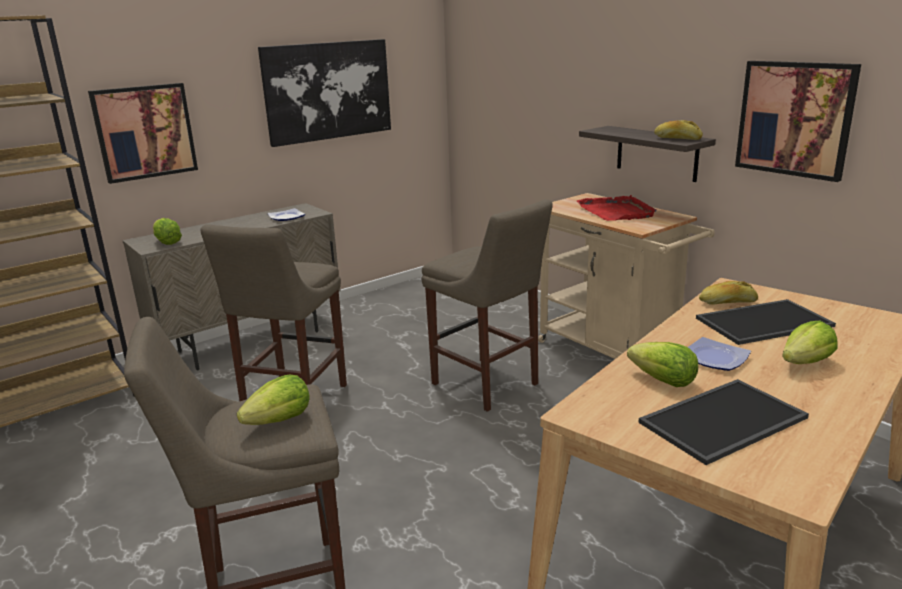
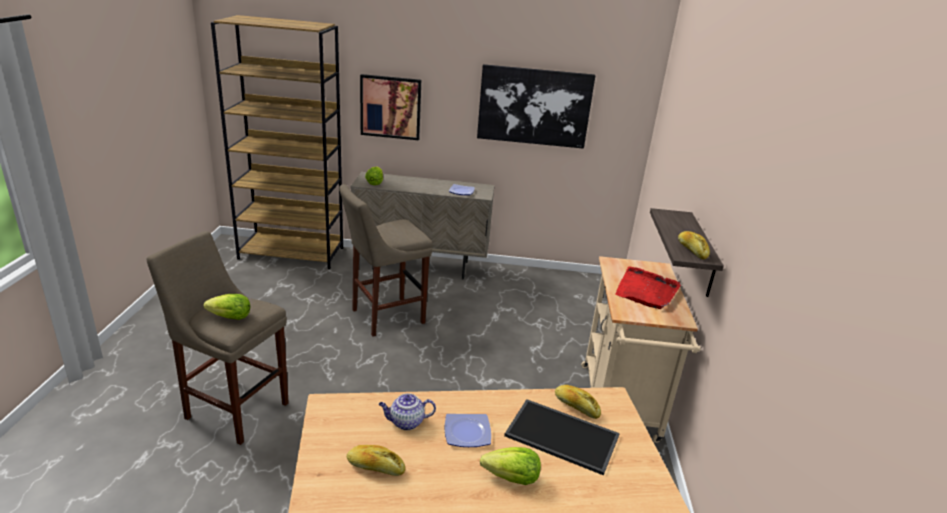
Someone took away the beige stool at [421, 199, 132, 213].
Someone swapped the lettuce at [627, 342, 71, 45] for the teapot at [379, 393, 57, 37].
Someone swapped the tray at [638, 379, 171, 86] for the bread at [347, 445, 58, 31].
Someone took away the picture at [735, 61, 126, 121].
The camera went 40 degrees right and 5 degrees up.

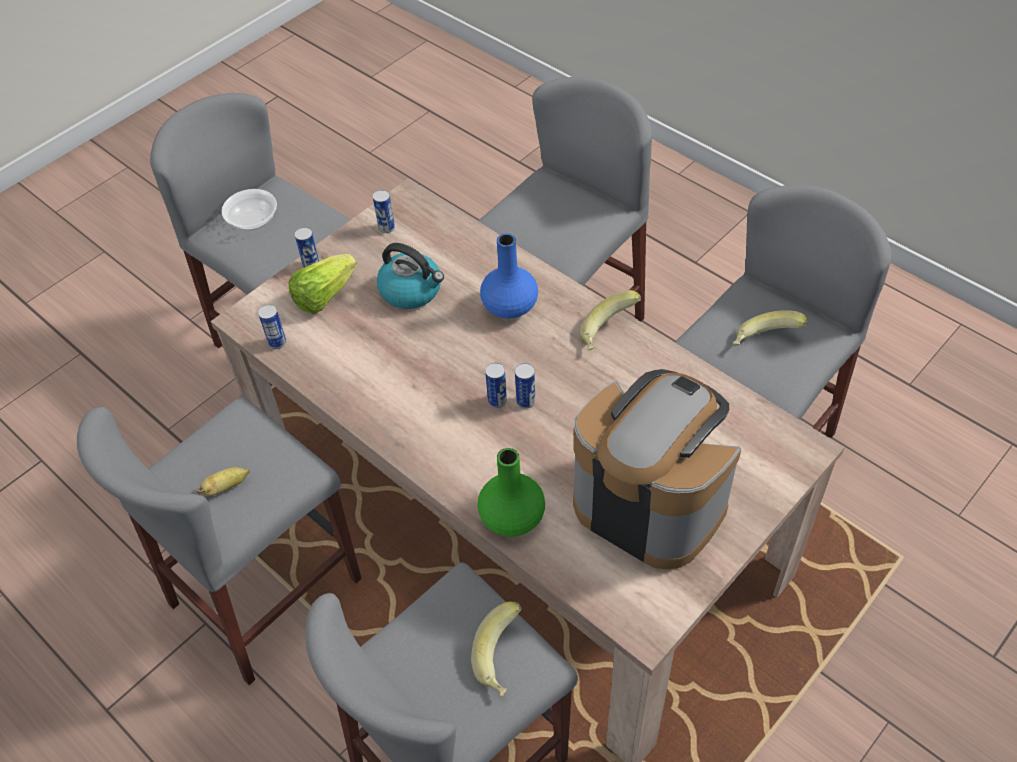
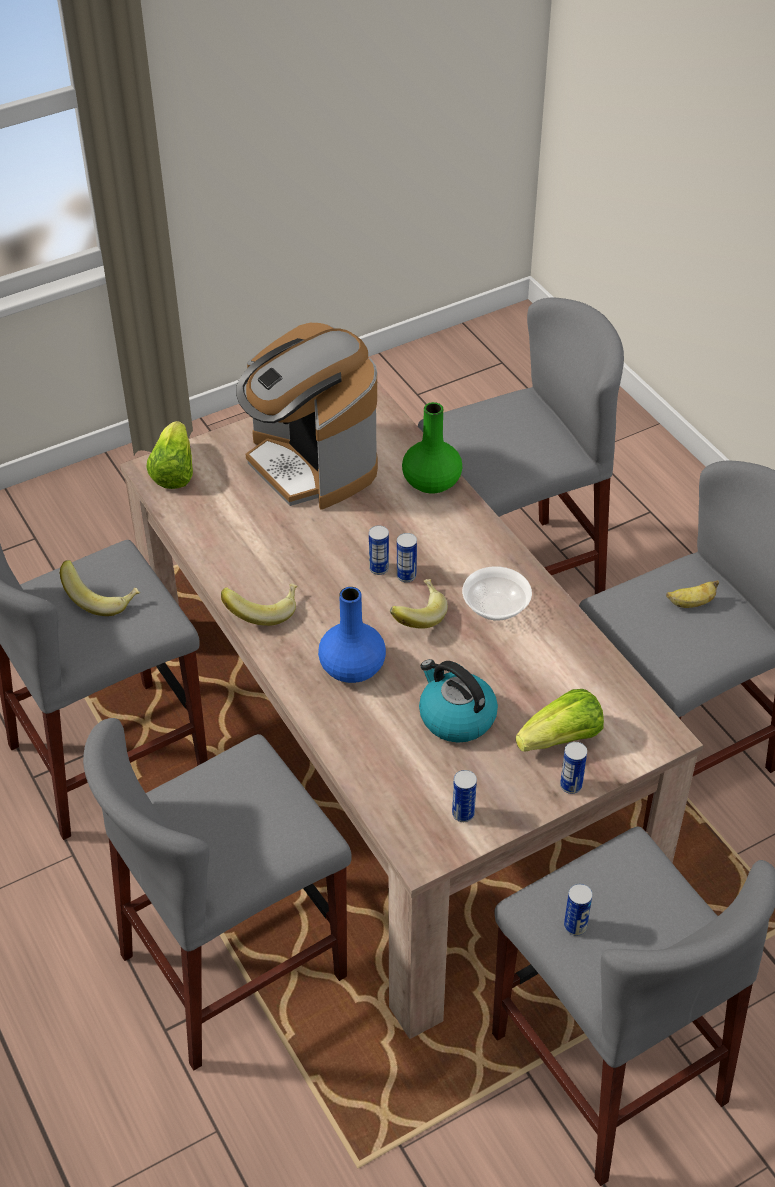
Someone carried the bowl from [222, 189, 55, 41] to [462, 566, 70, 55].
Someone carried the can from [258, 305, 28, 44] to [564, 884, 28, 52].
Someone carried the banana from [471, 601, 51, 96] to [390, 579, 58, 50].
Someone put down the lettuce at [146, 421, 47, 68].
The camera went 165 degrees left and 5 degrees down.

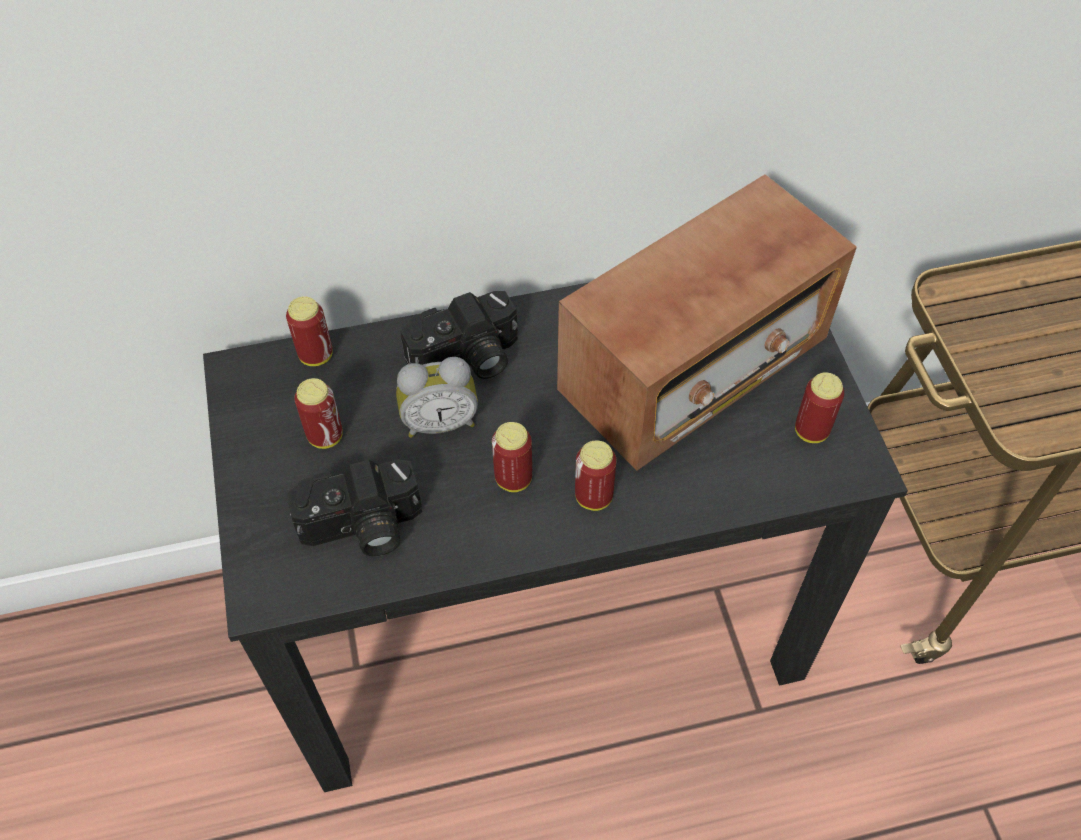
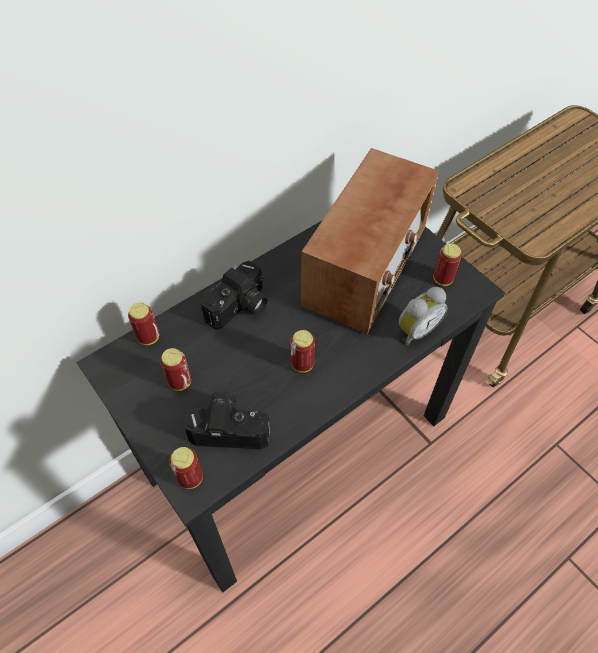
Someone rotated the photo camera at [286, 459, 136, 97] by 135 degrees counterclockwise.
Someone carried the alarm clock from [396, 357, 82, 81] to [399, 287, 48, 58].
Someone carried the can from [575, 441, 42, 70] to [169, 447, 34, 42].
The camera went 25 degrees left and 0 degrees up.

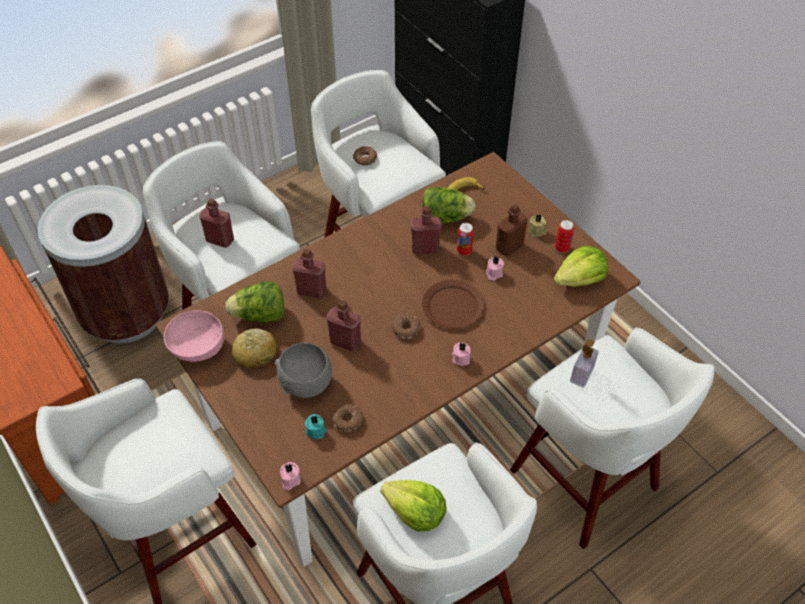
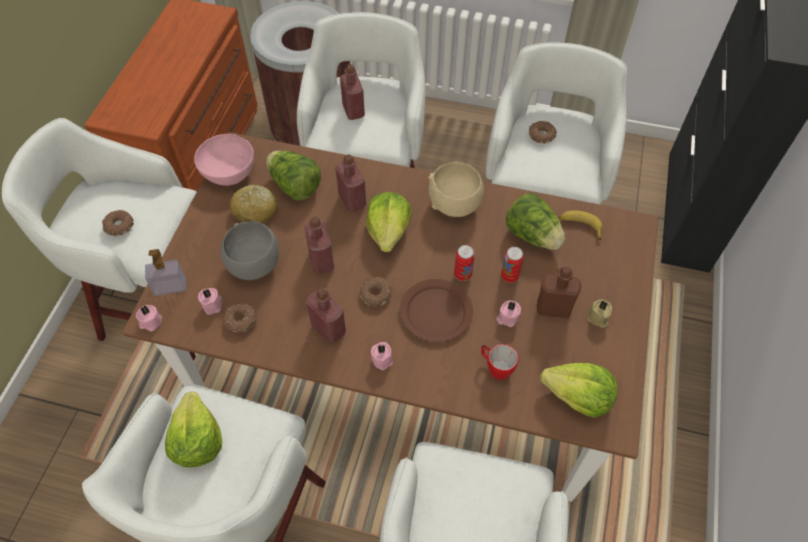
Someone repainted the turquoise candle at [305, 414, 21, 25], which became the pink candle at [198, 288, 24, 27].
Someone carried the red bottle from [410, 206, 32, 48] to [306, 288, 40, 56].
Someone carried the can from [555, 220, 19, 33] to [454, 245, 21, 36].
Someone carried the soap dispenser from [570, 340, 29, 48] to [145, 249, 41, 47].
Someone put down the donut at [102, 210, 32, 27].
Someone put down the lettuce at [366, 192, 45, 60].
Someone put down the beige bowl at [428, 162, 56, 55].
Someone put down the mug at [481, 344, 38, 36].
The camera went 50 degrees right and 5 degrees up.

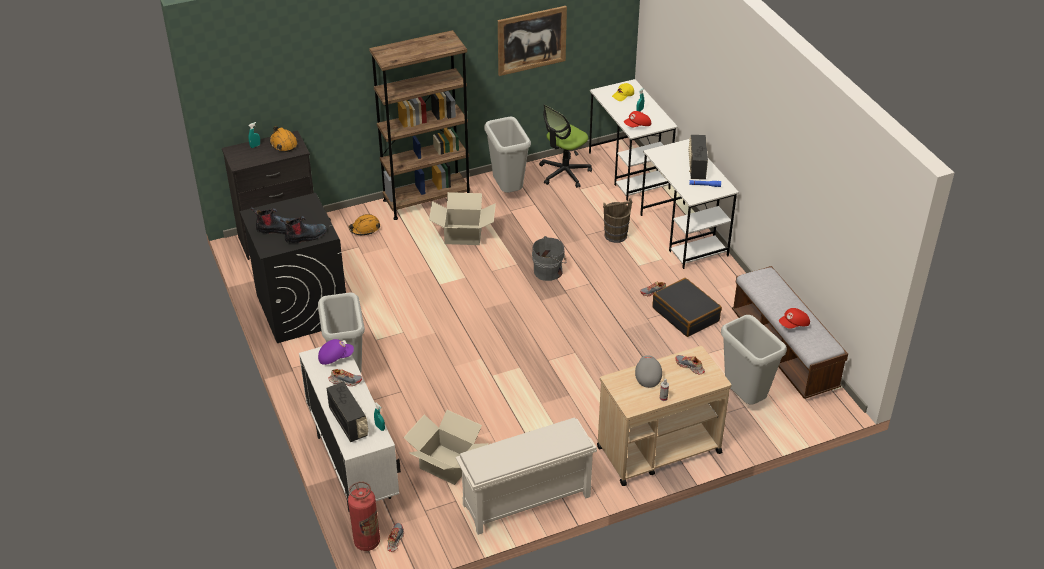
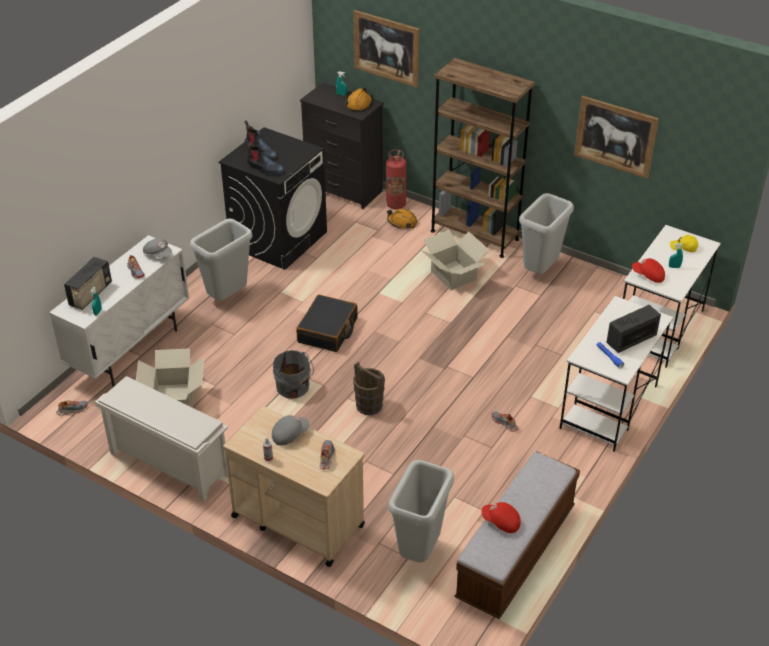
Someone repainted the purple cap at [318, 339, 36, 26], which became the grey cap at [143, 238, 29, 20].
Someone carried the fire extinguisher from [348, 482, 32, 69] to [386, 149, 20, 60].
Someone carried the grey bucket from [532, 236, 34, 45] to [273, 350, 41, 49].
Someone took away the office chair at [539, 104, 53, 84].
Someone carried the brown bucket from [603, 198, 29, 45] to [353, 362, 32, 53].
Someone carried the black suitcase from [652, 278, 70, 59] to [296, 295, 62, 57].
Someone put up the picture at [353, 10, 67, 78].
The camera went 55 degrees right and 0 degrees up.

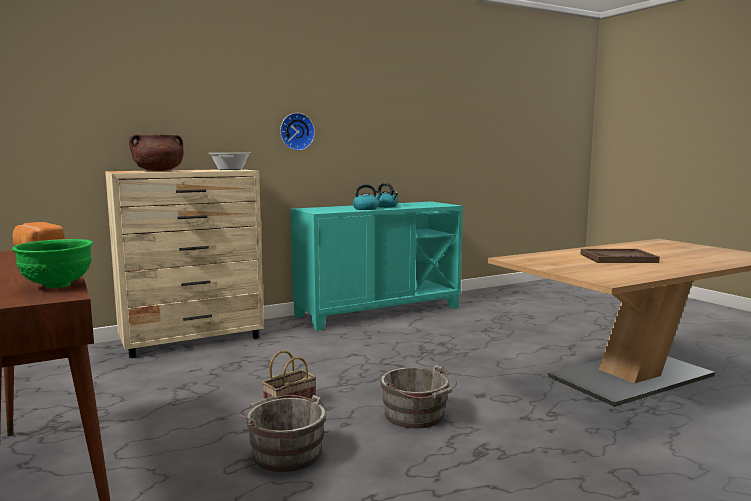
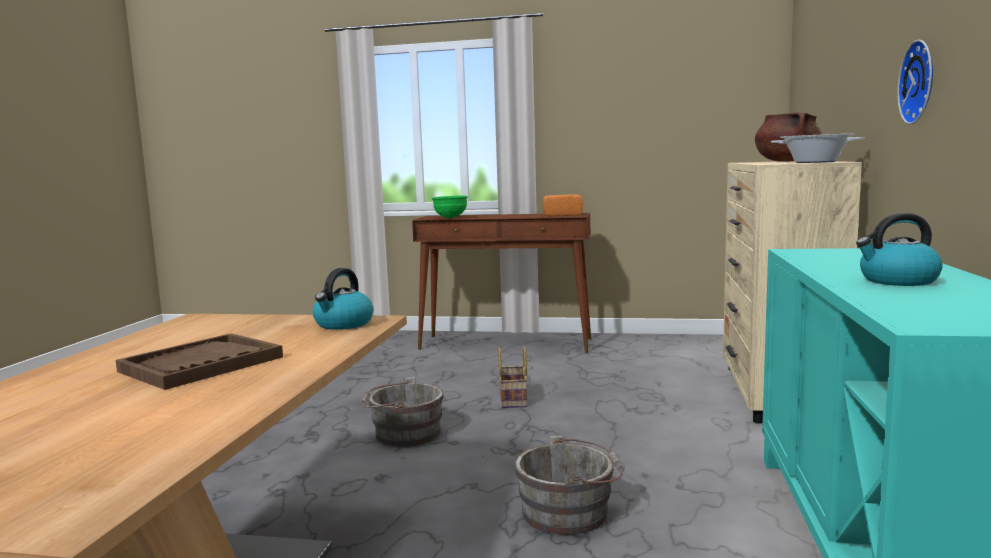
Someone carried the grey bucket from [239, 395, 87, 77] to [515, 435, 110, 100].
Someone carried the kettle from [353, 184, 29, 26] to [313, 268, 60, 62].
The camera went 130 degrees right and 0 degrees up.

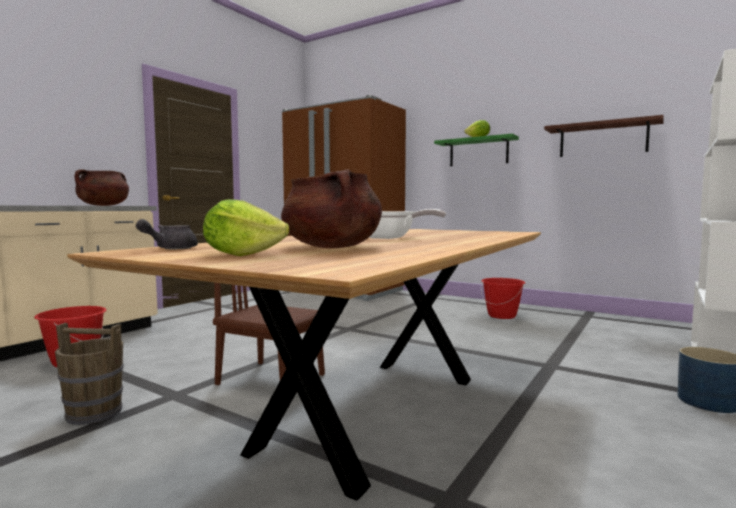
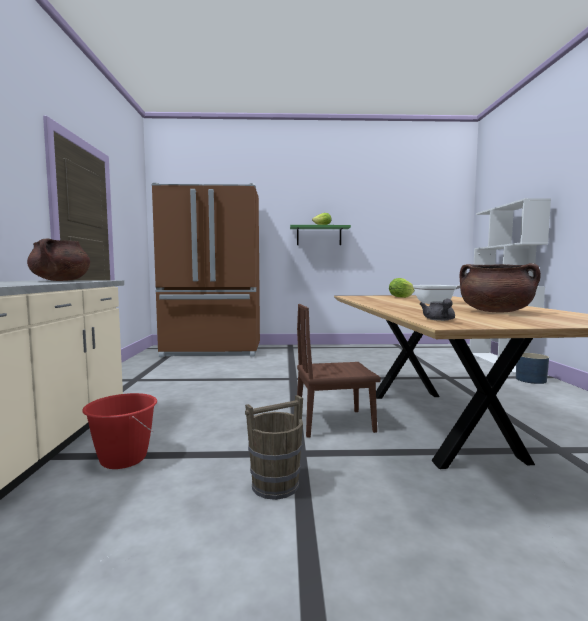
Someone carried the lettuce from [203, 199, 86, 57] to [389, 278, 26, 20].
Someone took away the red bucket at [481, 278, 44, 41].
Someone took away the shelf at [544, 115, 120, 42].
The camera went 35 degrees left and 0 degrees up.

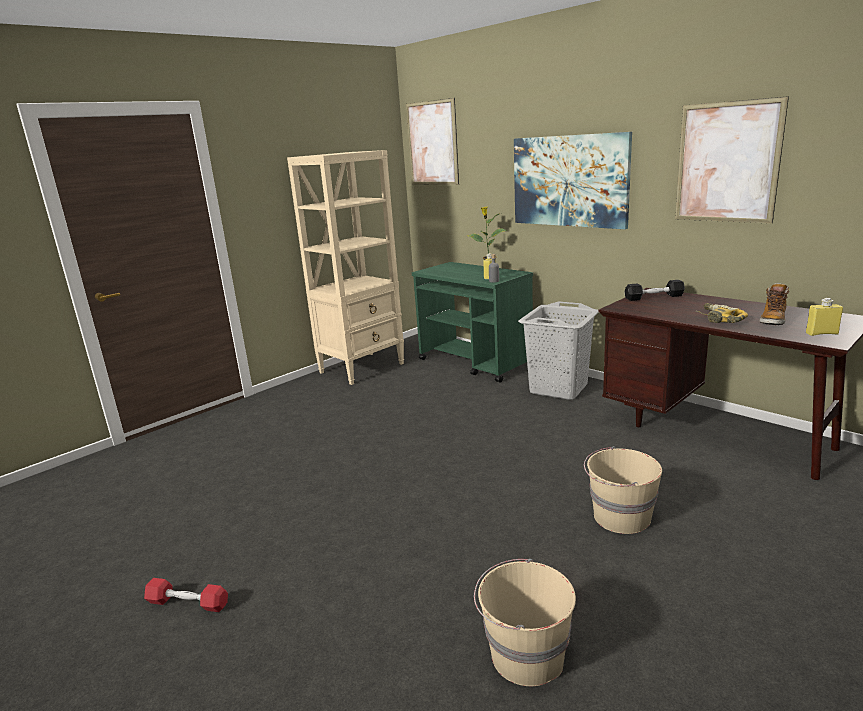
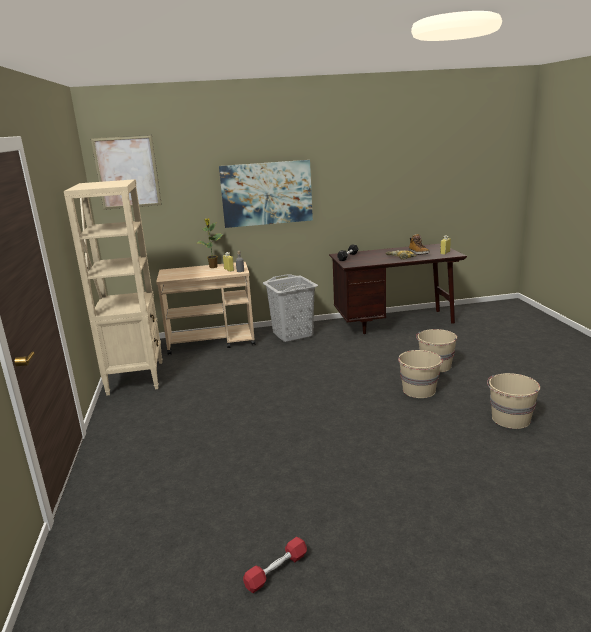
Someone carried the red dumbbell from [144, 578, 84, 34] to [243, 537, 64, 56].
Someone repainted the green cart at [412, 262, 121, 121], which became the beige cart at [156, 262, 99, 93].
Someone took away the picture at [675, 96, 114, 128].
Someone put down the beige bucket at [398, 350, 45, 48].
The camera went 55 degrees left and 0 degrees up.

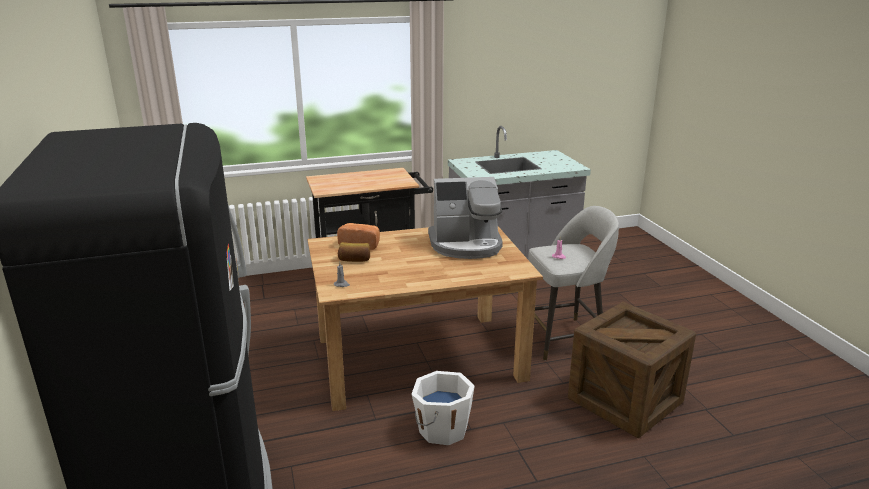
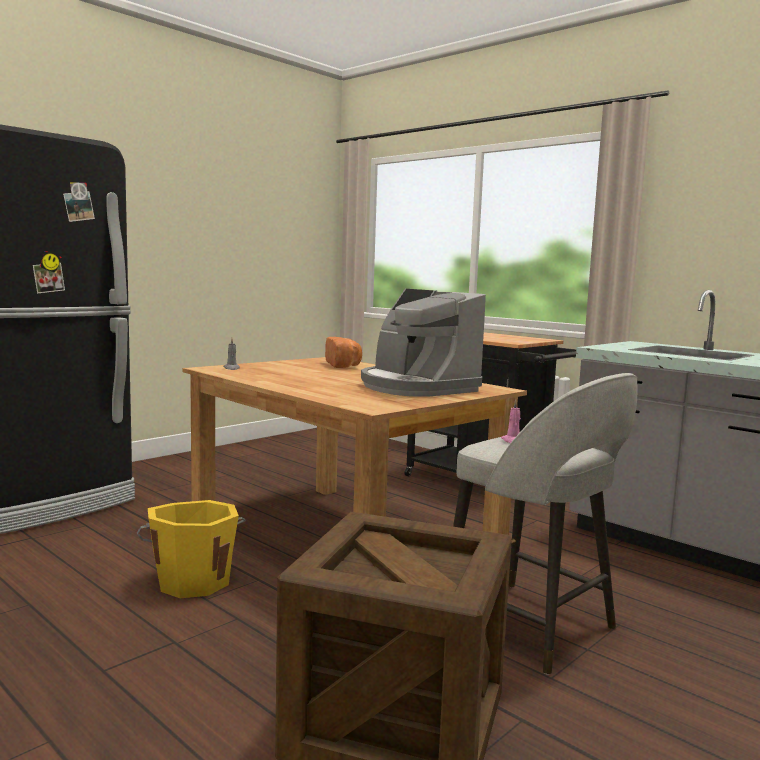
Someone took away the bread at [338, 242, 32, 20].
Someone repainted the white bucket at [411, 371, 64, 74], which became the yellow bucket at [137, 500, 109, 98].
The camera went 60 degrees right and 15 degrees down.

